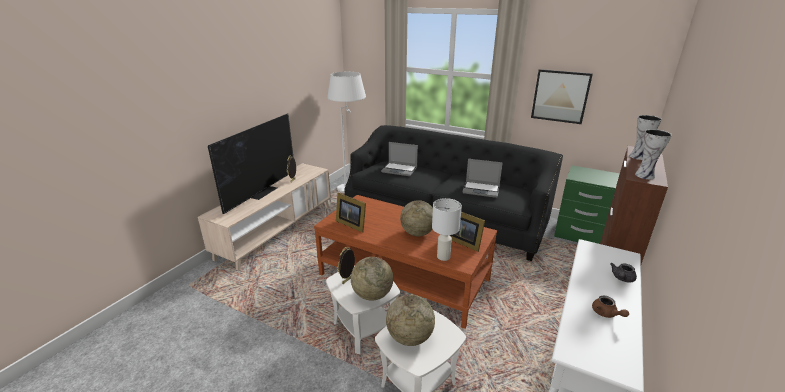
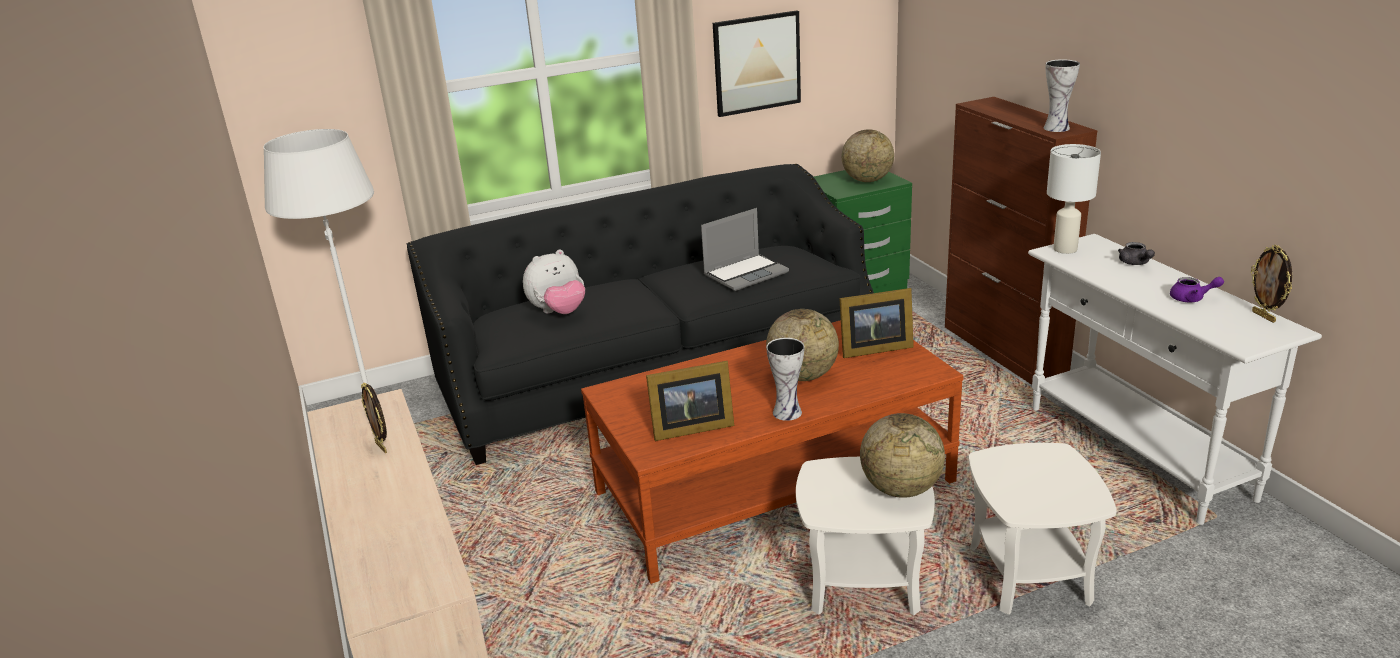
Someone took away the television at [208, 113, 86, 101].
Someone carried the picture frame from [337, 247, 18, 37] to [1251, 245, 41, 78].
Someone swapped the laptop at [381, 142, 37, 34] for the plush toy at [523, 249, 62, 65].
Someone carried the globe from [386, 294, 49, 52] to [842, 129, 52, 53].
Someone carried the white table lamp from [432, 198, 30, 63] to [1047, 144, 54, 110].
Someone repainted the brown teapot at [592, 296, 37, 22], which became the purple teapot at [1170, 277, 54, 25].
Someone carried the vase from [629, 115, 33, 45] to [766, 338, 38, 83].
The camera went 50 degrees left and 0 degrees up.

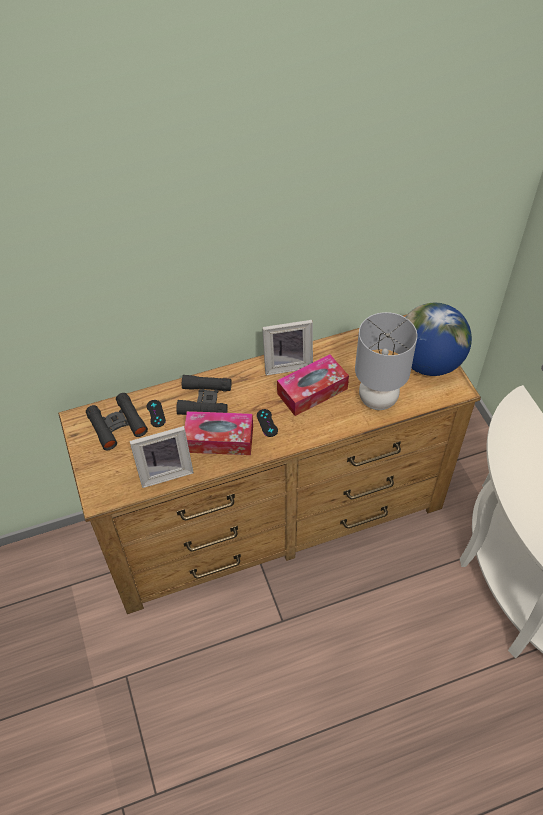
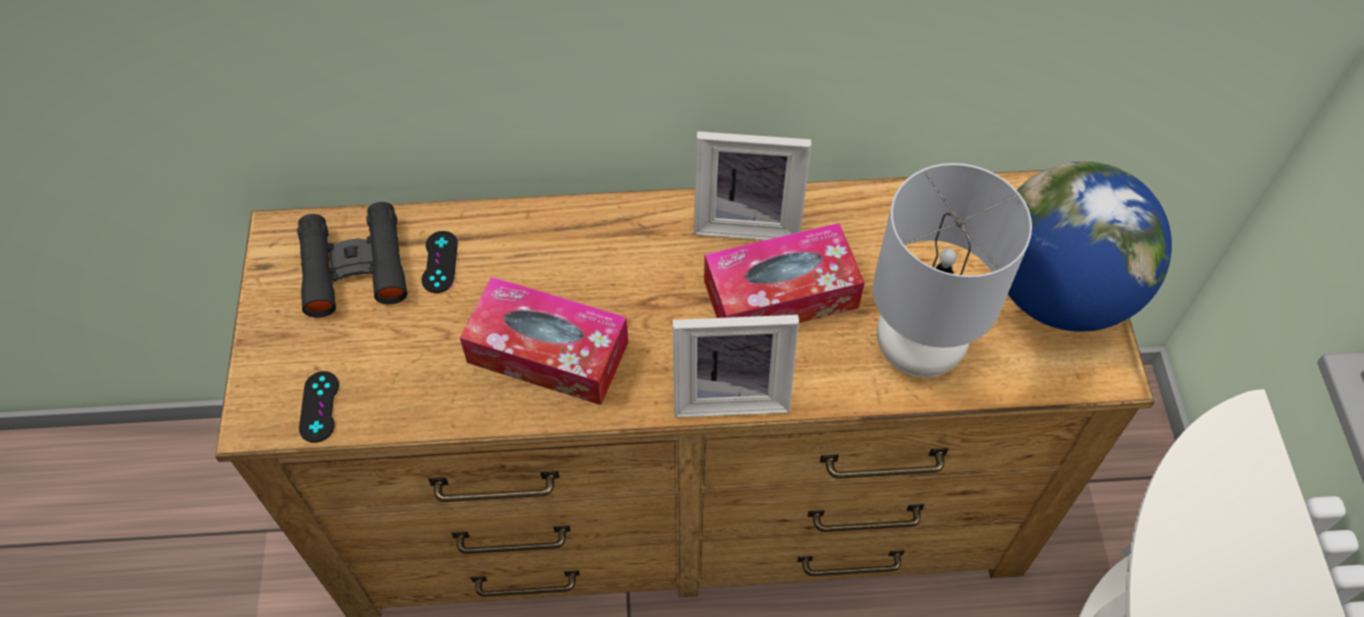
Someone carried the picture frame from [129, 426, 65, 62] to [672, 315, 127, 103].
Someone took away the black binoculars at [176, 375, 55, 40].
Someone carried the black game controller from [257, 409, 21, 28] to [299, 371, 40, 72].
The camera went 15 degrees right and 5 degrees up.

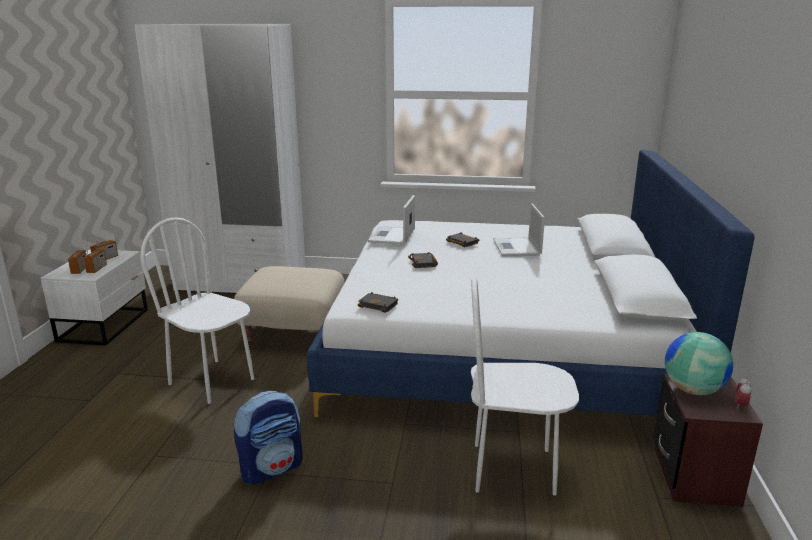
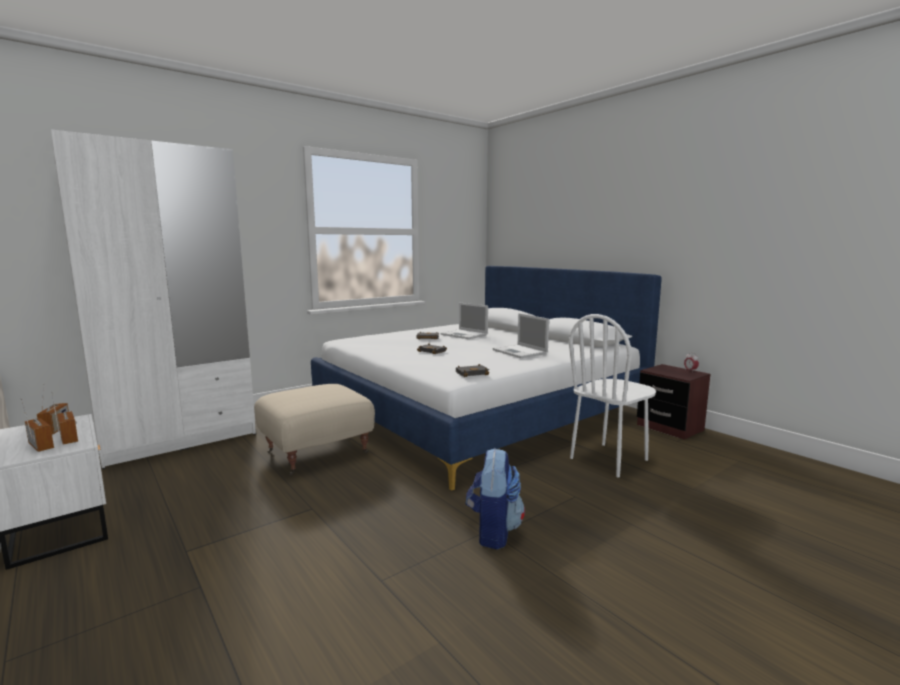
Someone took away the white chair at [140, 217, 114, 187].
Someone carried the laptop from [368, 195, 47, 50] to [492, 313, 57, 45].
Someone took away the globe at [665, 332, 68, 63].
The camera went 45 degrees left and 10 degrees down.

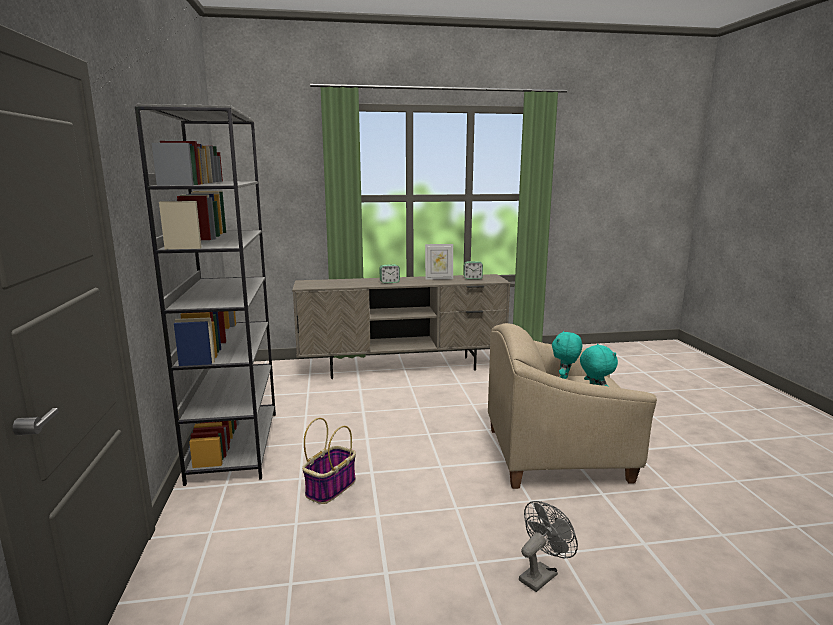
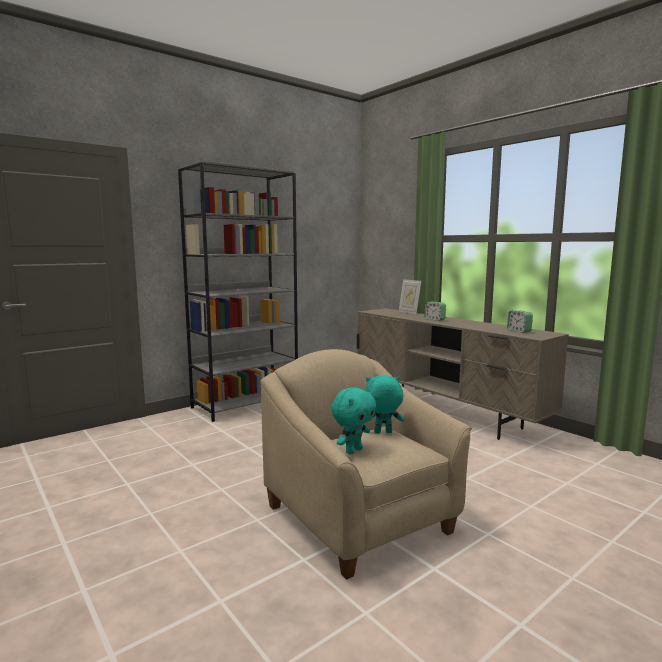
Someone took away the basket at [302, 418, 54, 86].
Someone carried the picture frame from [425, 244, 28, 36] to [399, 279, 22, 35].
Someone took away the grey fan at [519, 501, 59, 91].
The camera went 60 degrees right and 5 degrees down.

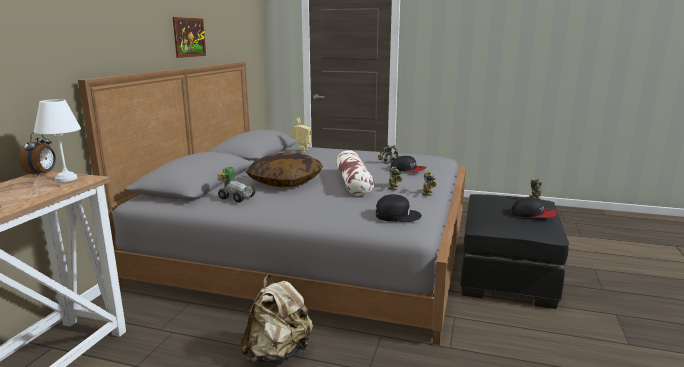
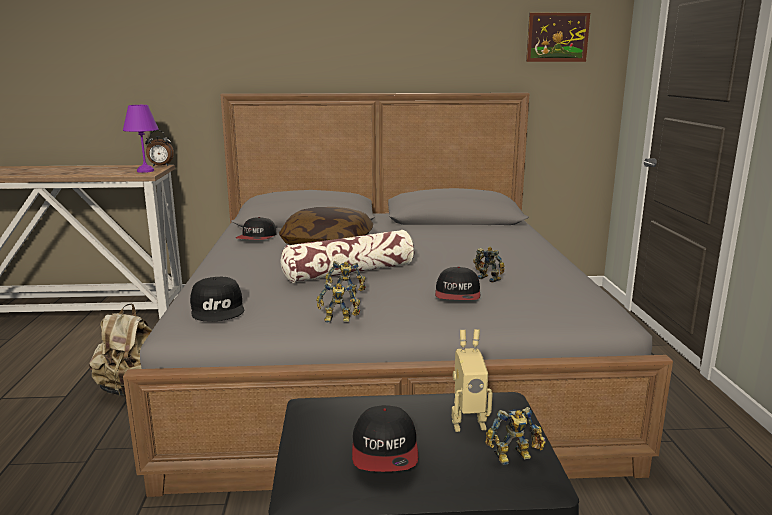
Someone repainted the white table lamp at [34, 99, 47, 83], which became the purple table lamp at [123, 105, 35, 68].
Someone carried the picture from [173, 17, 33, 41] to [526, 13, 64, 49].
Someone swapped the toy car at [217, 166, 38, 37] for the cap at [236, 217, 41, 23].
Someone carried the toy robot from [292, 117, 20, 36] to [452, 329, 41, 103].
The camera went 70 degrees right and 0 degrees up.

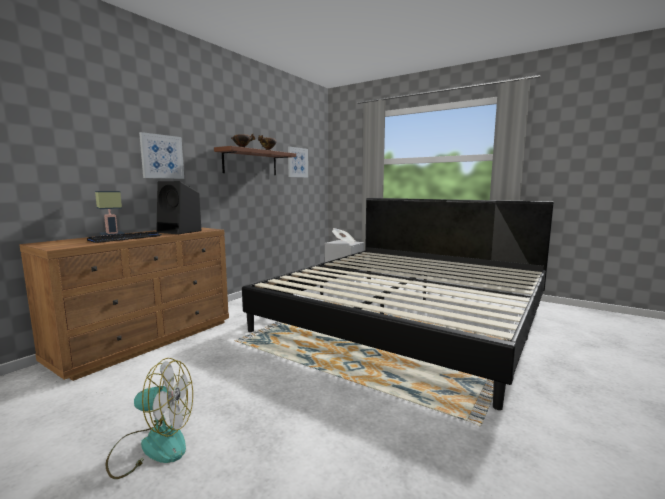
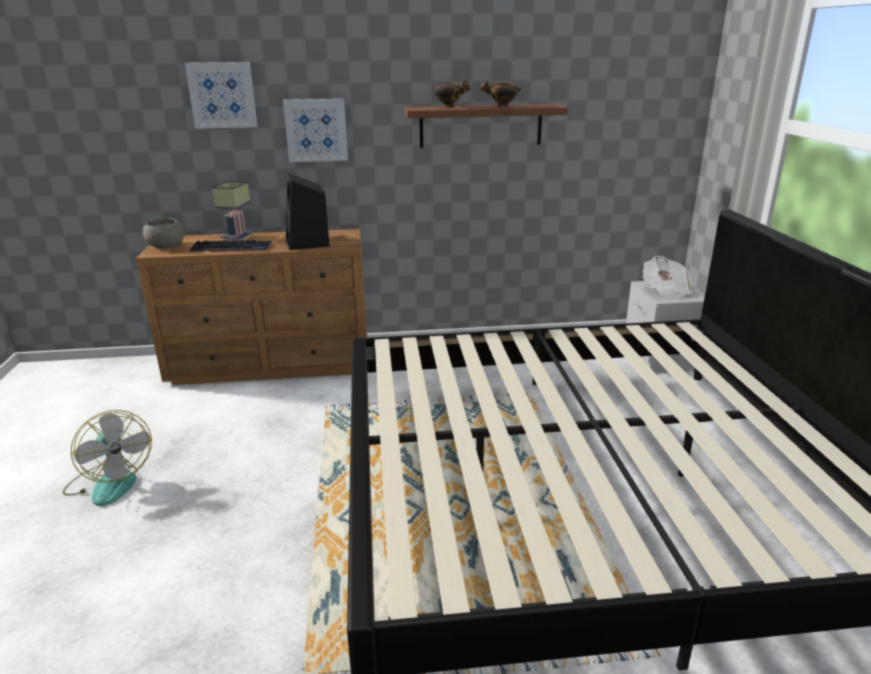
Someone carried the picture from [288, 147, 20, 31] to [185, 62, 73, 67].
Someone put down the grey bowl at [142, 218, 42, 31].
The camera went 50 degrees right and 15 degrees up.

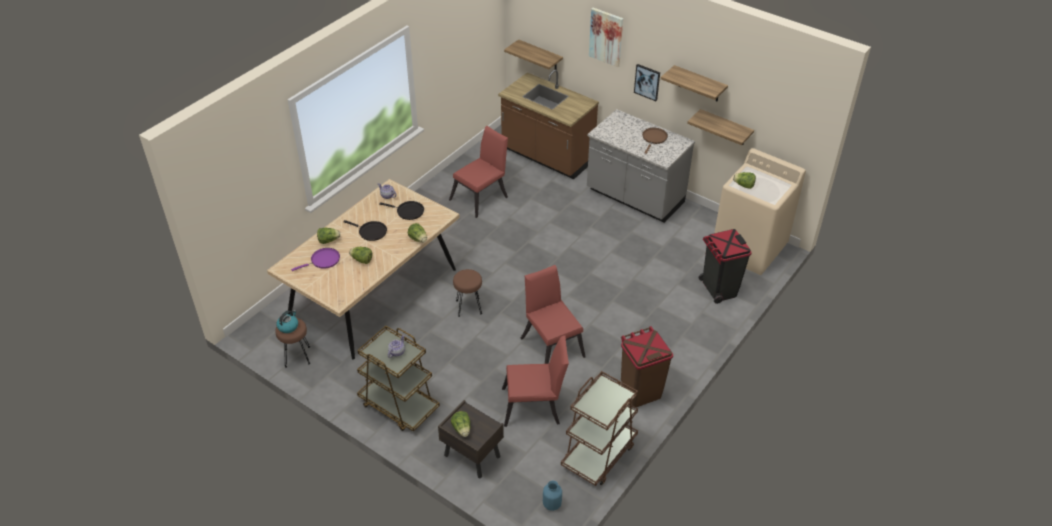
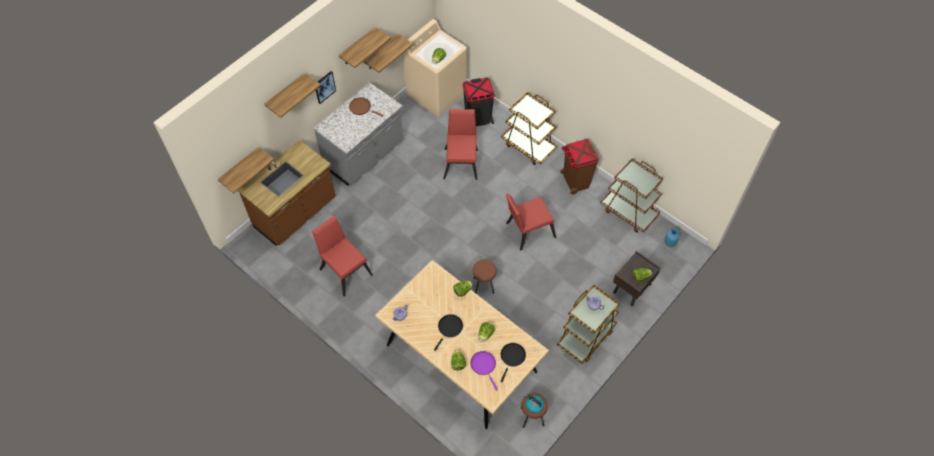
Someone carried the black frying pan from [379, 201, 45, 19] to [500, 343, 26, 39].
Someone carried the red chair from [502, 335, 67, 92] to [443, 109, 35, 71].
Someone swapped the picture at [589, 8, 34, 59] for the shelf at [264, 73, 57, 45].
Someone put down the brown cart at [501, 92, 56, 73].
The camera went 85 degrees left and 15 degrees up.

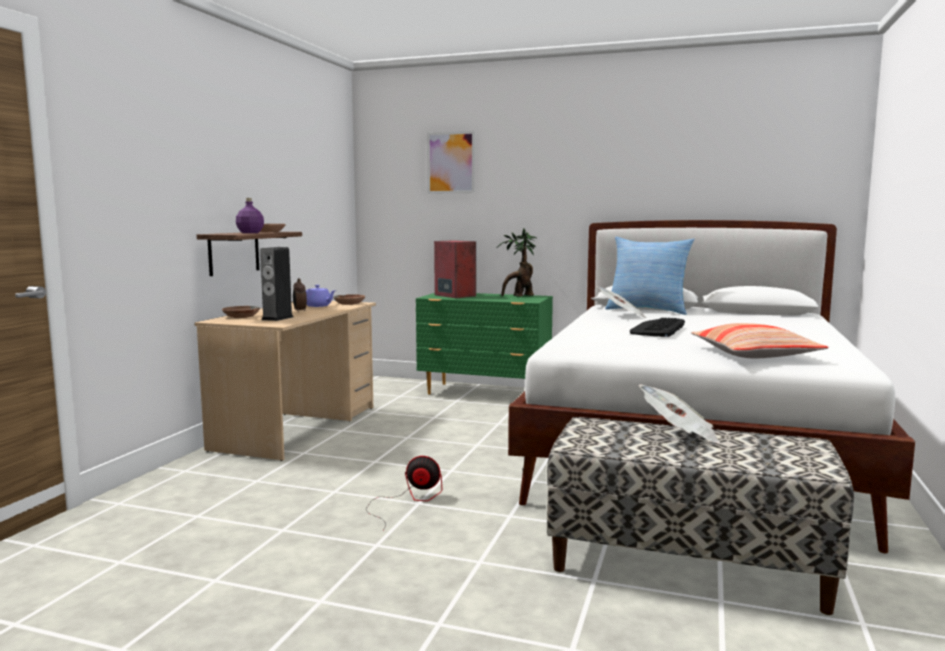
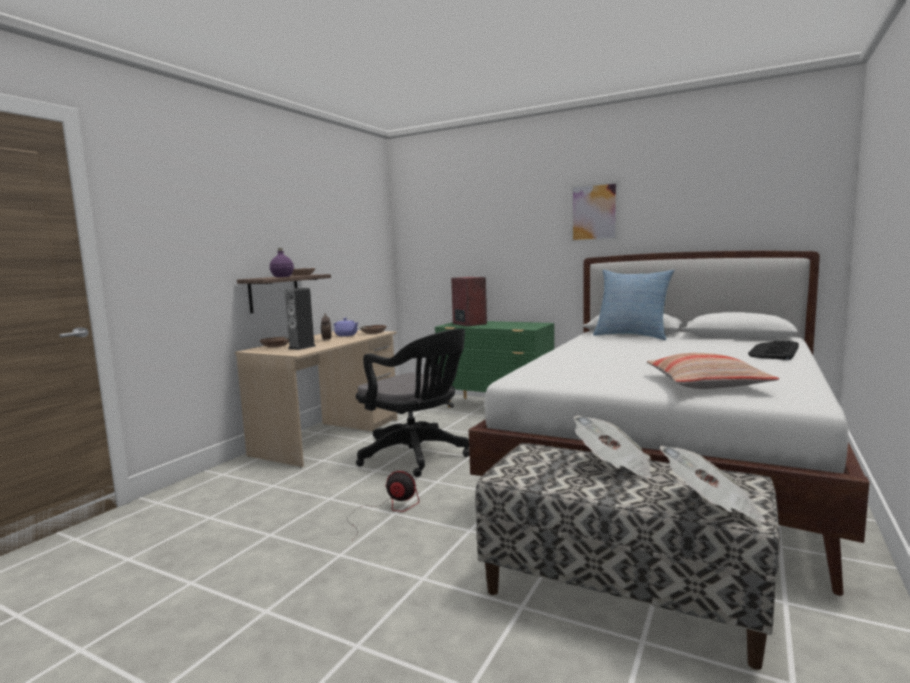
Someone carried the picture from [427, 131, 48, 63] to [570, 181, 49, 62].
Someone took away the potted plant at [497, 228, 40, 69].
Someone carried the newspaper from [597, 286, 50, 32] to [660, 446, 107, 76].
Someone carried the keyboard from [630, 318, 55, 19] to [748, 341, 51, 19].
Someone put down the black office chair at [356, 329, 114, 148].
The camera went 10 degrees right and 0 degrees up.

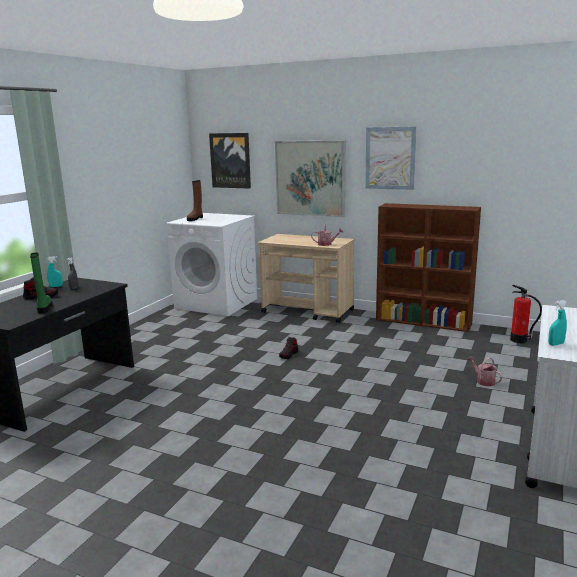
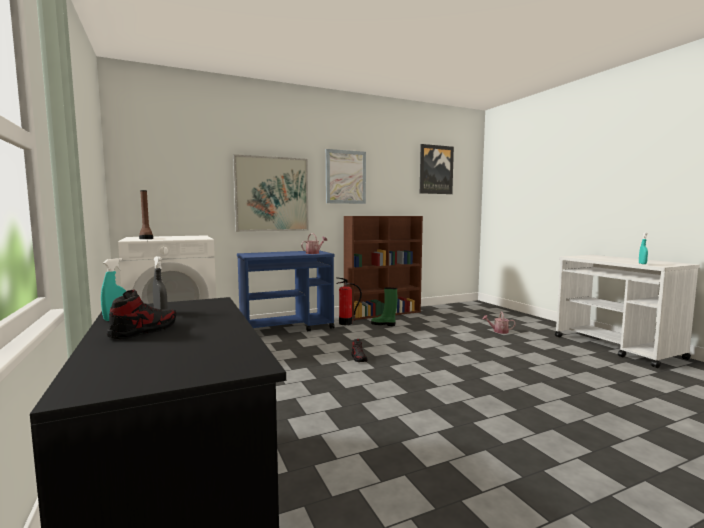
Someone carried the green boot from [30, 253, 23, 60] to [371, 287, 26, 39].
Someone carried the picture from [209, 133, 42, 56] to [420, 144, 34, 50].
Someone repainted the beige cart at [258, 234, 97, 89], which became the blue cart at [237, 250, 98, 82].
Someone carried the fire extinguisher from [510, 285, 32, 58] to [336, 277, 26, 48].
The camera went 50 degrees left and 10 degrees down.

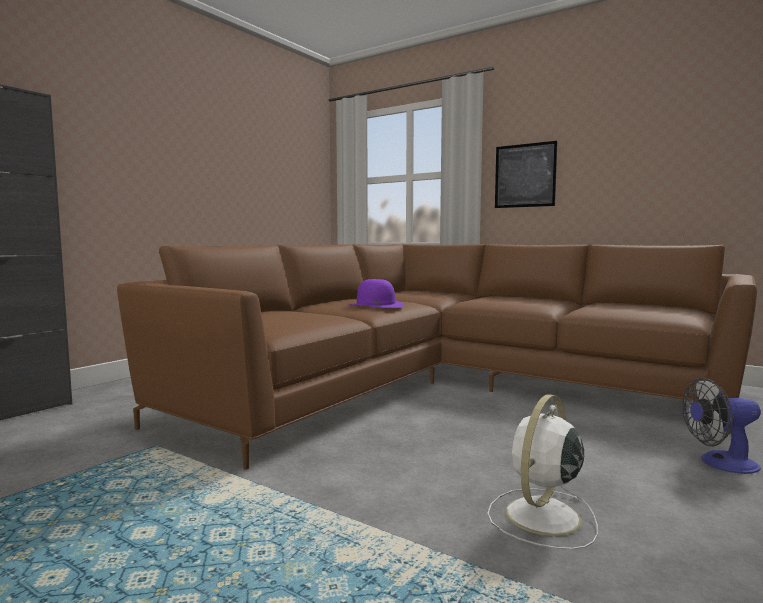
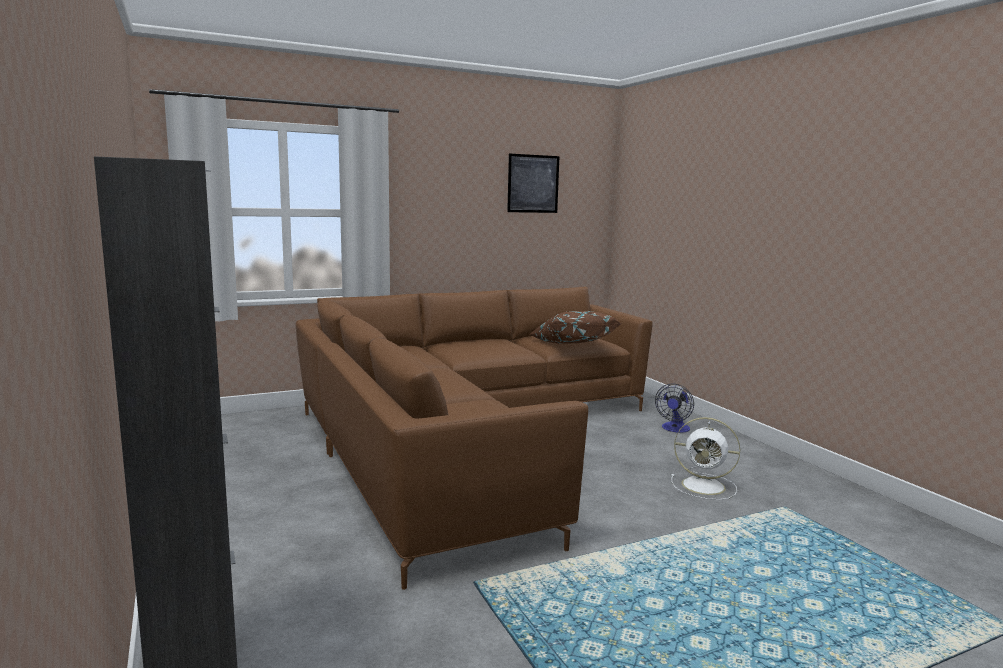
Someone took away the purple hat at [348, 279, 56, 29].
Someone rotated the white fan at [488, 394, 110, 156] by 45 degrees counterclockwise.
Someone carried the picture from [495, 141, 63, 67] to [507, 153, 52, 60].
Someone put down the brown pillow at [529, 311, 92, 33].
The camera went 60 degrees left and 5 degrees up.

